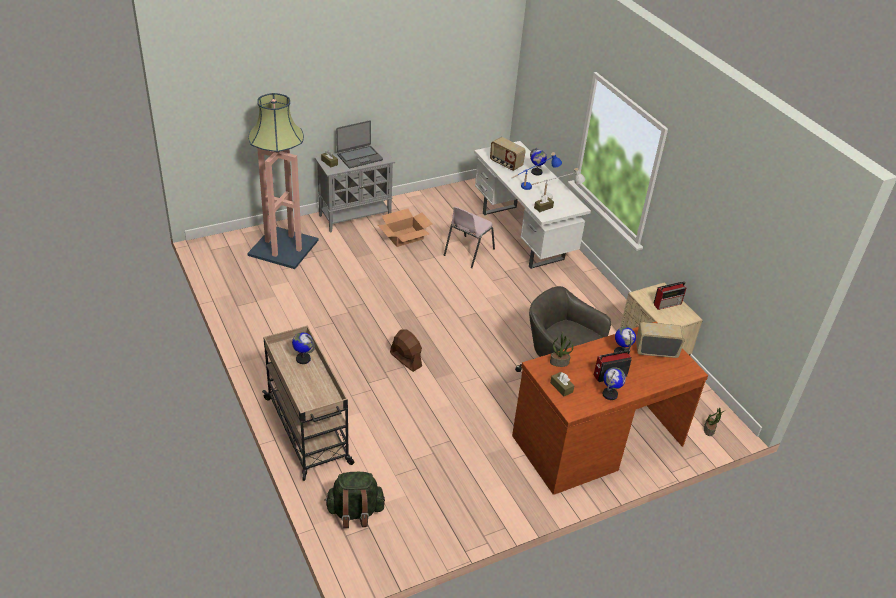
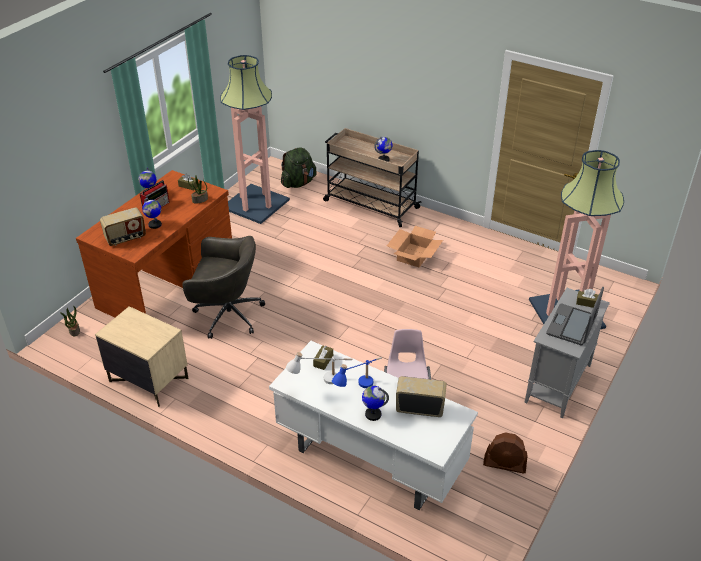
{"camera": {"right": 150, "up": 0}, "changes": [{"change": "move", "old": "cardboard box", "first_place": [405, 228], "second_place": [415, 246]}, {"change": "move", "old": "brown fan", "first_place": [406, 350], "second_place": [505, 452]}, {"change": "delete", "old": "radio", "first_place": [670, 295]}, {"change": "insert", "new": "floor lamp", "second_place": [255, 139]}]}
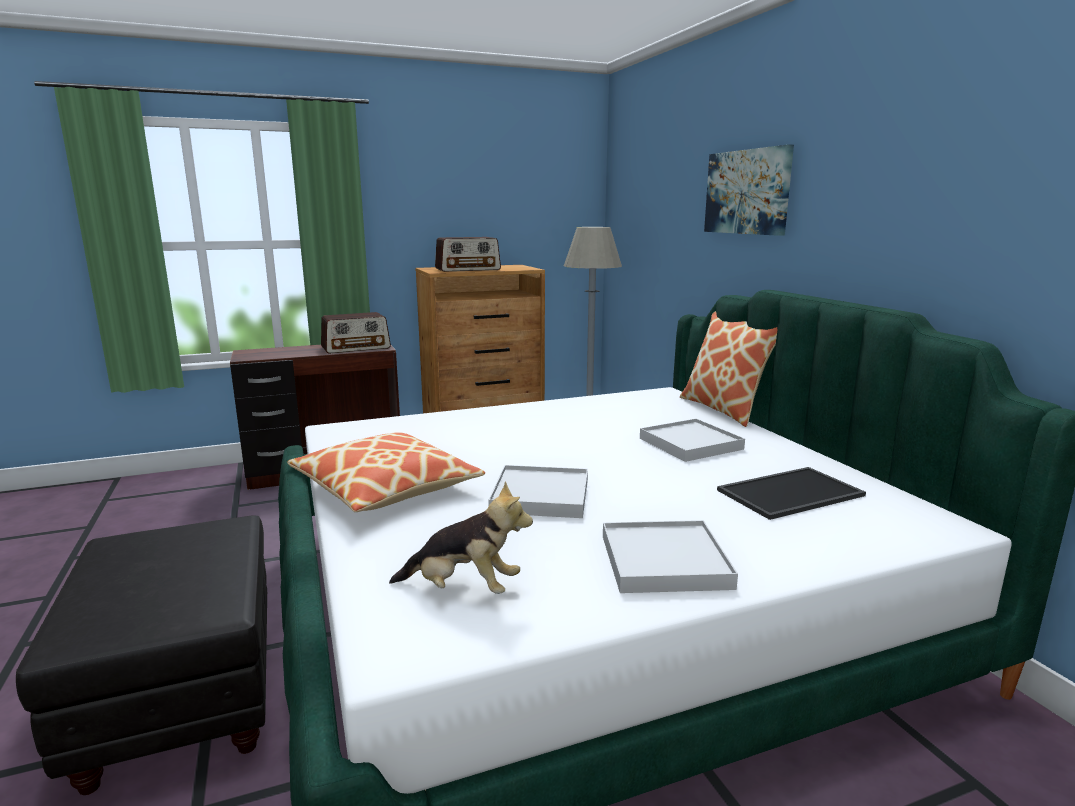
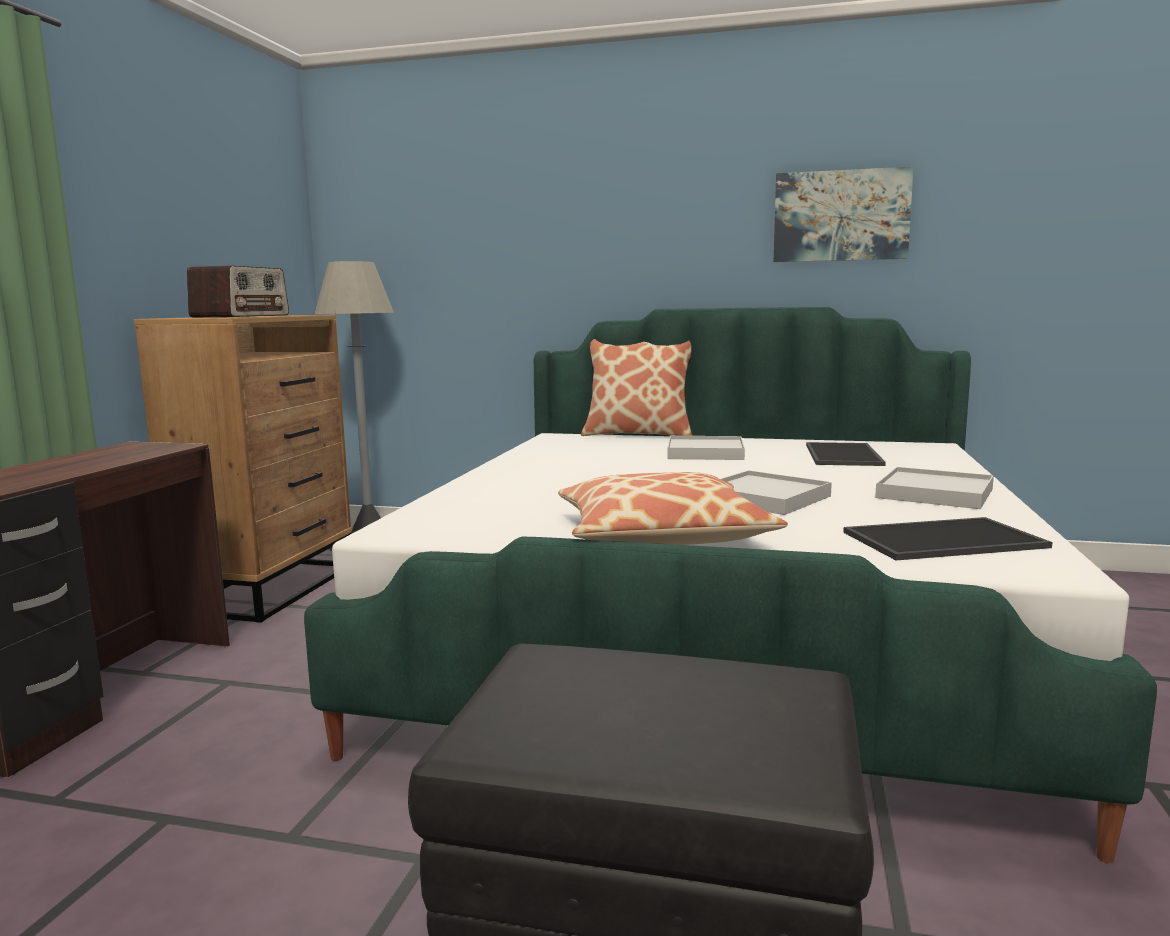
{"camera": {"right": -55, "up": -5}, "changes": [{"change": "delete", "old": "radio", "first_place": [356, 333]}, {"change": "replace", "old": "plush toy", "new": "tray", "first_place": [461, 538], "second_place": [947, 538]}, {"change": "move", "old": "picture", "first_place": [749, 190], "second_place": [844, 214]}]}
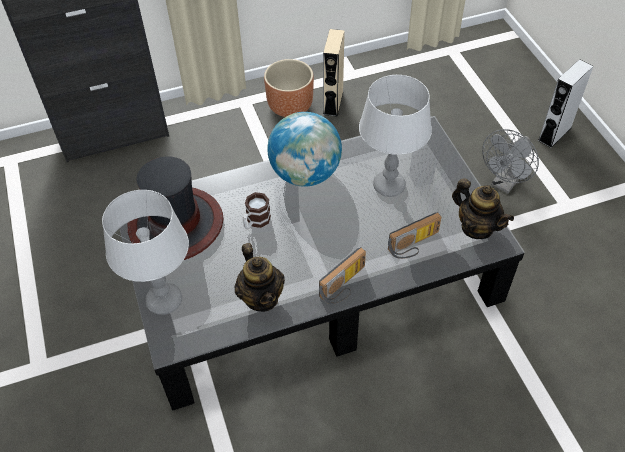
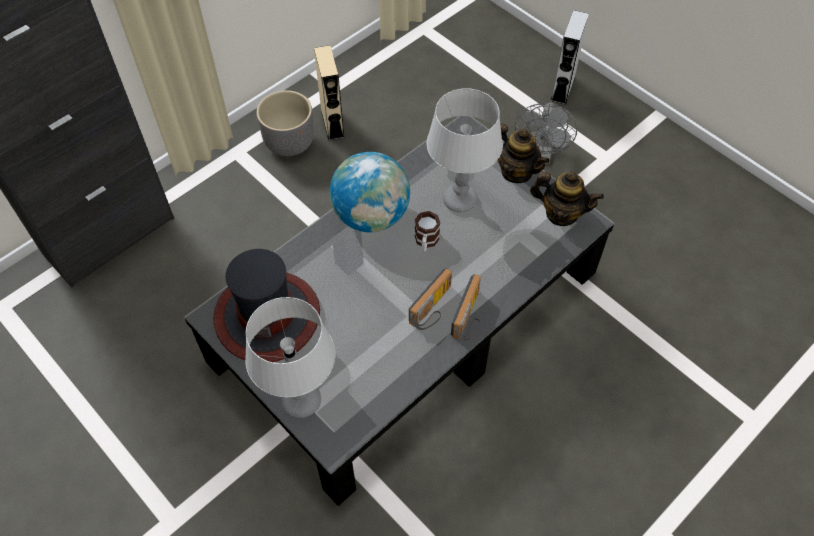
{"camera": {"right": -25, "up": 5}, "changes": [{"change": "move", "old": "teapot", "first_place": [260, 277], "second_place": [524, 153]}, {"change": "move", "old": "mug", "first_place": [257, 210], "second_place": [427, 231]}, {"change": "recolor", "old": "brown planter", "new": "grey planter", "first_place": [289, 88], "second_place": [285, 123]}, {"change": "move", "old": "radio", "first_place": [415, 235], "second_place": [430, 299]}]}
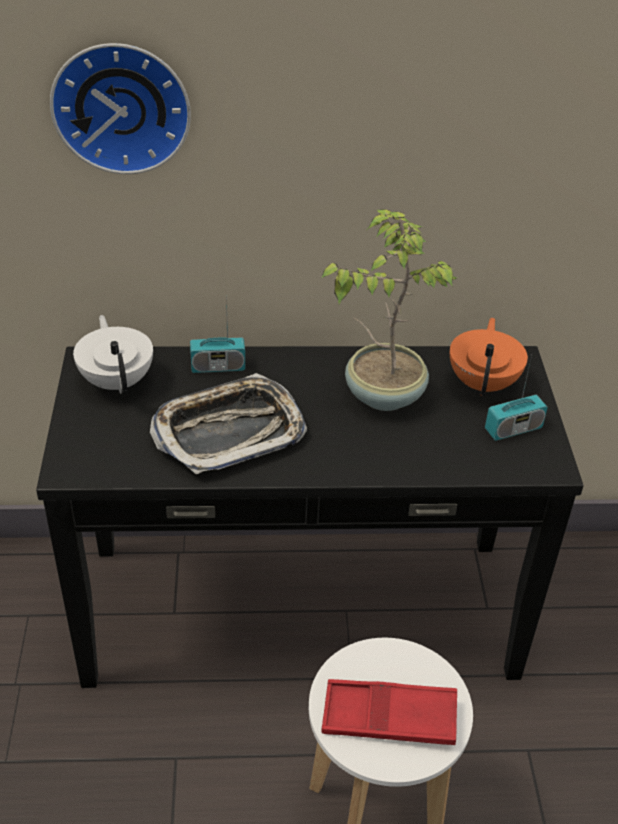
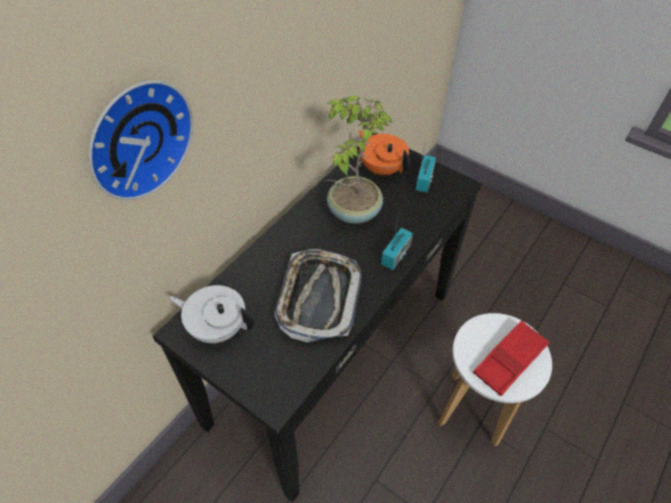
{"camera": {"right": -50, "up": 10}, "changes": [{"change": "move", "old": "radio", "first_place": [217, 334], "second_place": [397, 240]}]}
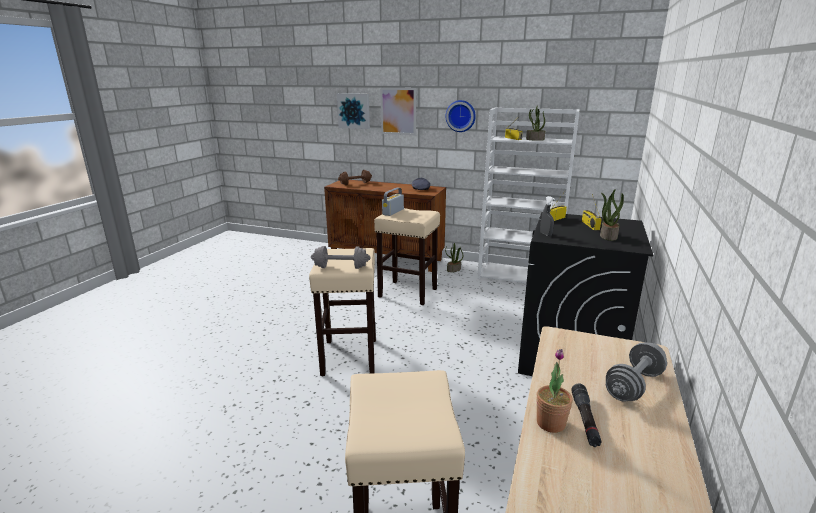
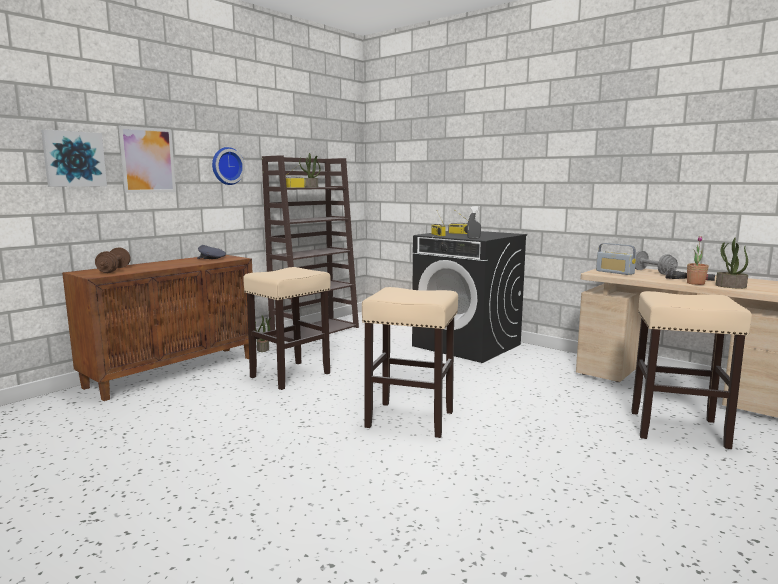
{"camera": {"right": -70, "up": -10}, "changes": [{"change": "delete", "old": "grey dumbbell", "first_place": [341, 257]}, {"change": "move", "old": "radio", "first_place": [393, 202], "second_place": [616, 259]}, {"change": "recolor", "old": "white bookcase", "new": "brown bookcase", "first_place": [528, 195], "second_place": [310, 248]}, {"change": "move", "old": "potted plant", "first_place": [612, 215], "second_place": [732, 263]}]}
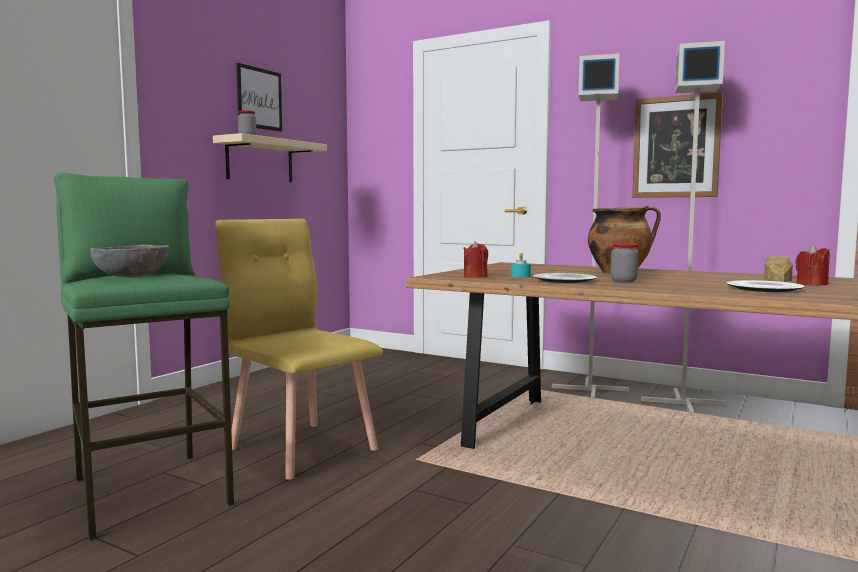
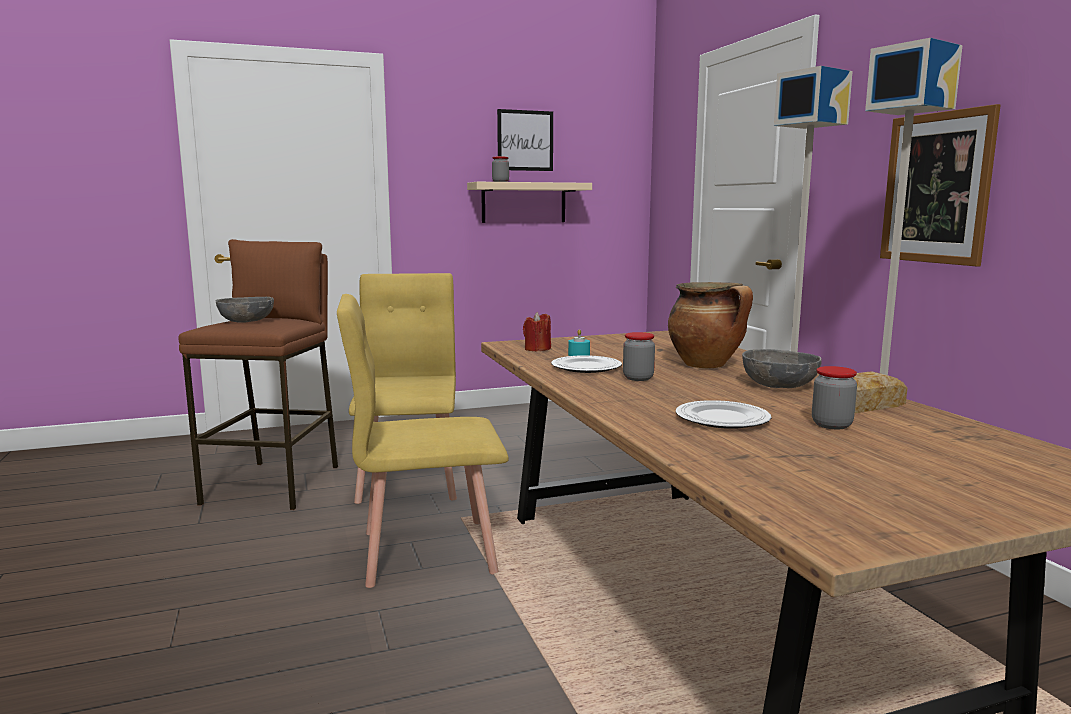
{"camera": {"right": 40, "up": 5}, "changes": [{"change": "recolor", "old": "green stool", "new": "brown stool", "first_place": [144, 357], "second_place": [258, 374]}, {"change": "replace", "old": "red candle", "new": "jar", "first_place": [812, 265], "second_place": [834, 397]}, {"change": "insert", "new": "yellow chair", "second_place": [423, 441]}, {"change": "insert", "new": "grey bowl", "second_place": [782, 368]}]}
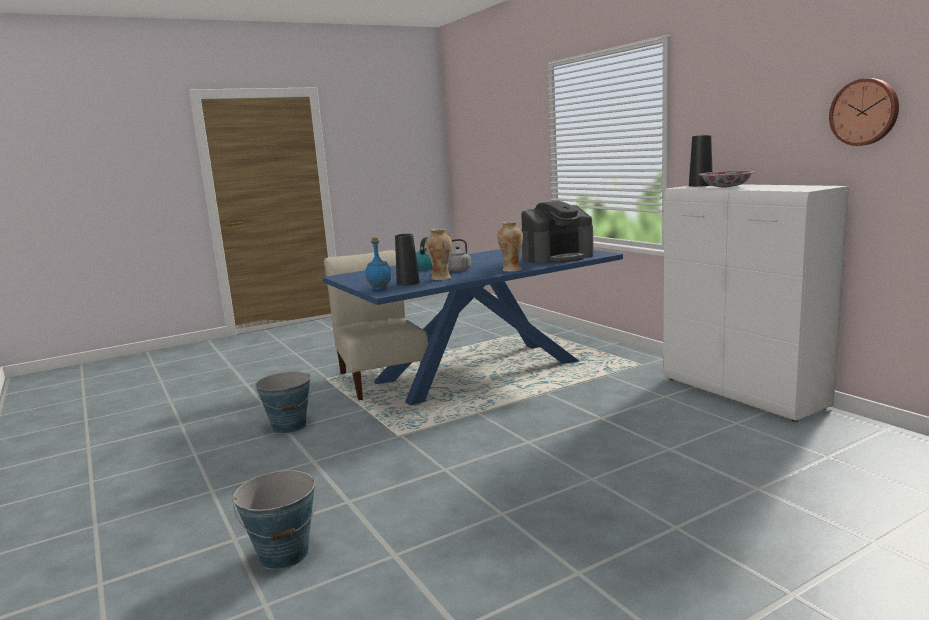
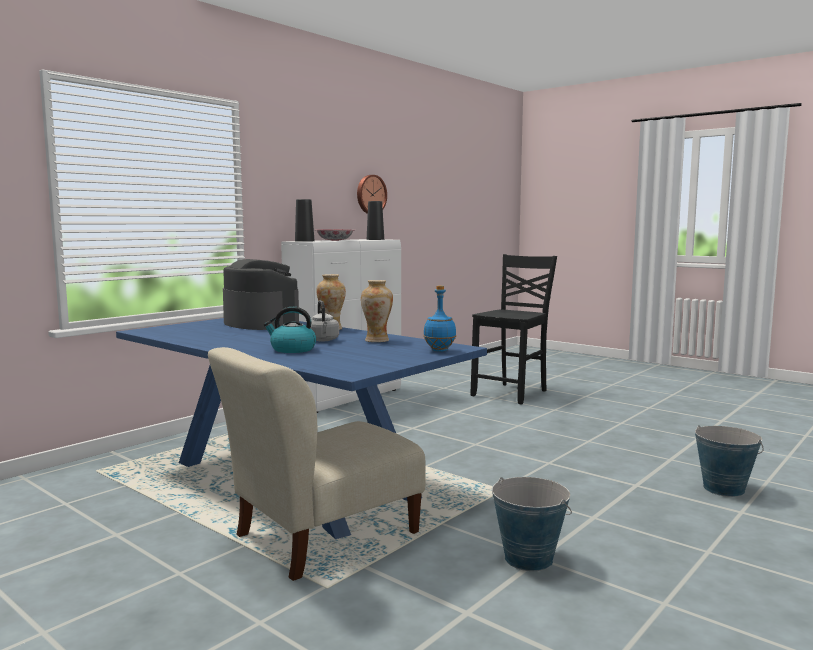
{"camera": {"right": -110, "up": -5}, "changes": [{"change": "move", "old": "black vase", "first_place": [407, 260], "second_place": [375, 220]}, {"change": "insert", "new": "black chair", "second_place": [514, 329]}]}
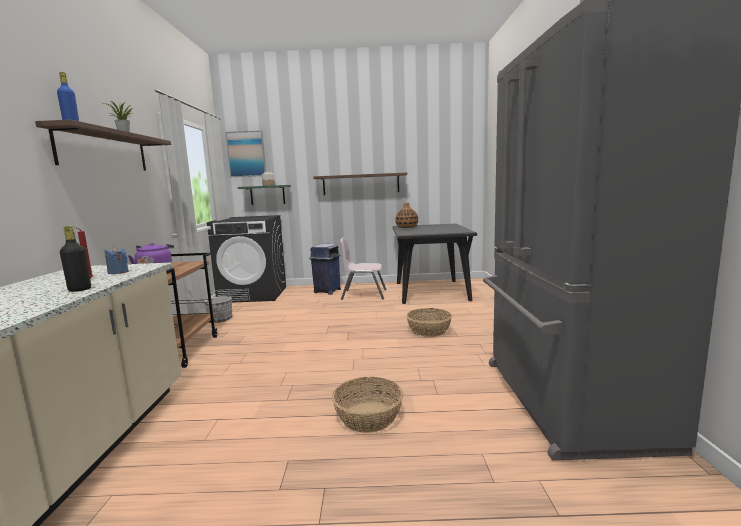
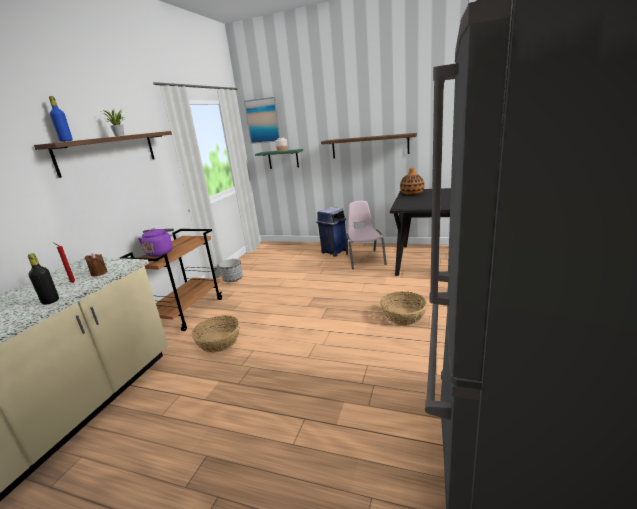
{"camera": {"right": 20, "up": 10}, "changes": [{"change": "recolor", "old": "blue candle", "new": "brown candle", "first_place": [117, 260], "second_place": [96, 264]}, {"change": "delete", "old": "black washing machine", "first_place": [246, 259]}, {"change": "move", "old": "basket", "first_place": [367, 405], "second_place": [215, 334]}, {"change": "rotate", "old": "pink chair", "first_place": [363, 268], "second_place": [366, 235], "degrees": 60}]}
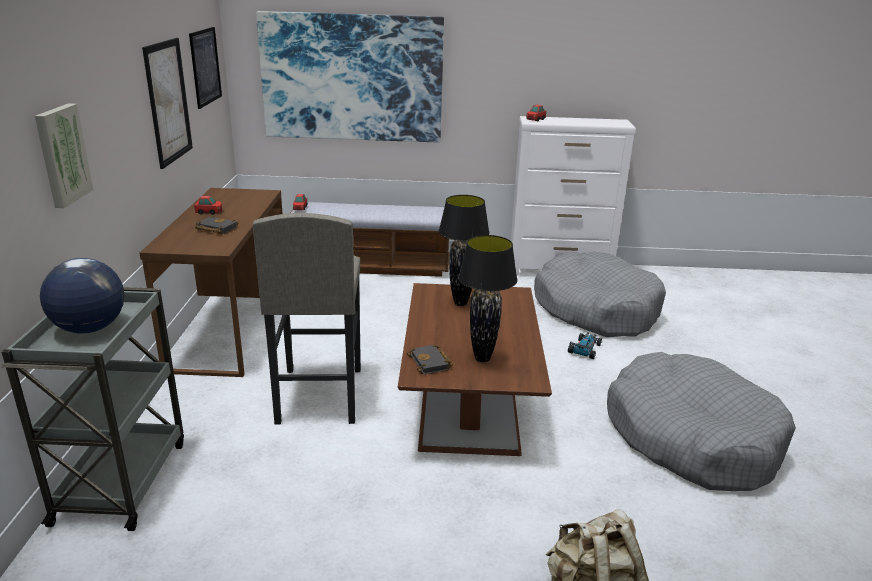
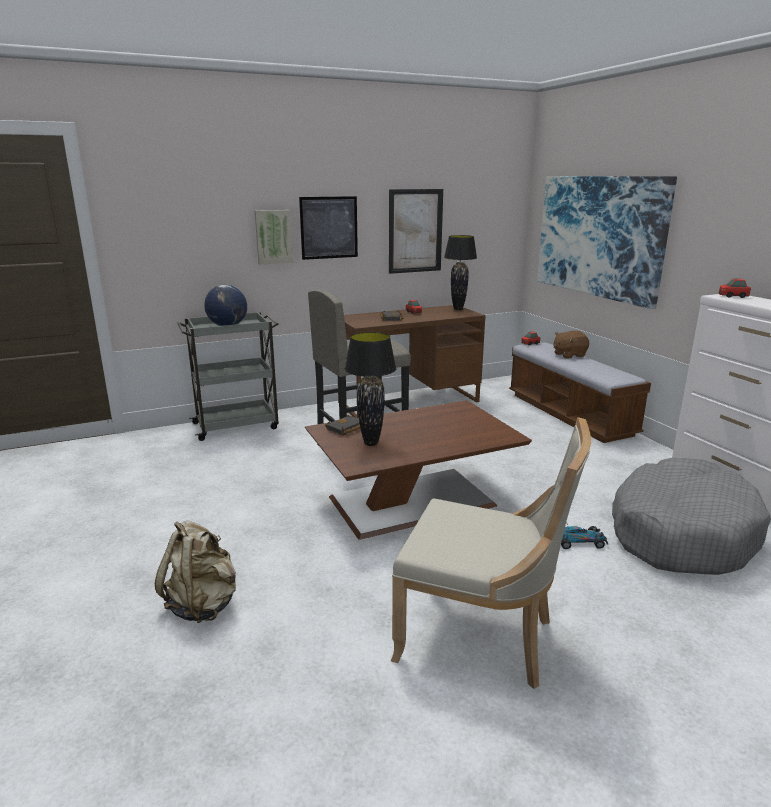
{"camera": {"right": 65, "up": -5}, "changes": [{"change": "move", "old": "picture", "first_place": [205, 68], "second_place": [328, 228]}, {"change": "move", "old": "black table lamp", "first_place": [464, 250], "second_place": [460, 272]}, {"change": "replace", "old": "grey dog bed", "new": "beige chair", "first_place": [701, 421], "second_place": [491, 553]}, {"change": "insert", "new": "brown plush toy", "second_place": [571, 345]}]}
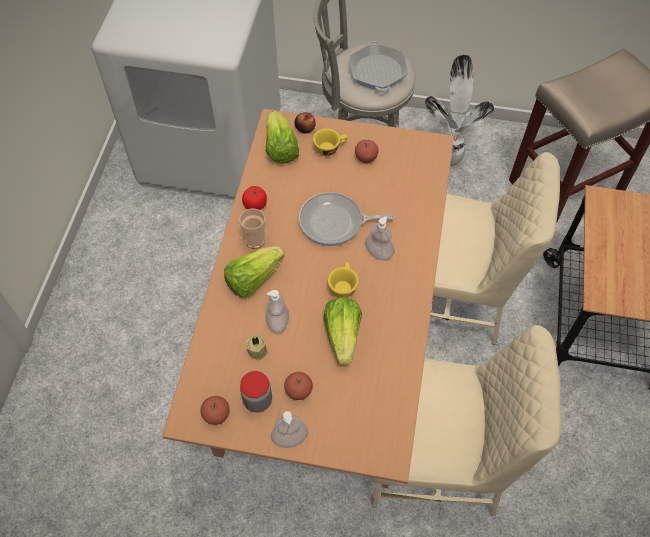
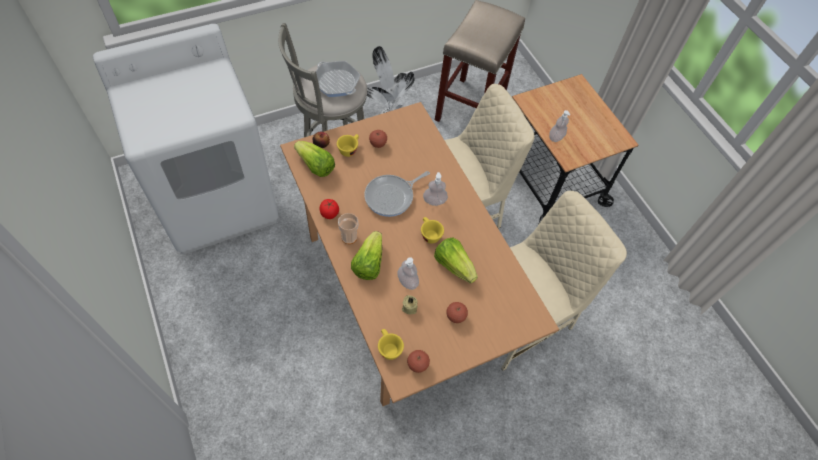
{"camera": {"right": -40, "up": 0}, "changes": [{"change": "delete", "old": "jar", "first_place": [256, 392]}, {"change": "move", "old": "soap dispenser", "first_place": [289, 429], "second_place": [559, 126]}, {"change": "insert", "new": "yellow cup", "second_place": [391, 344]}]}
